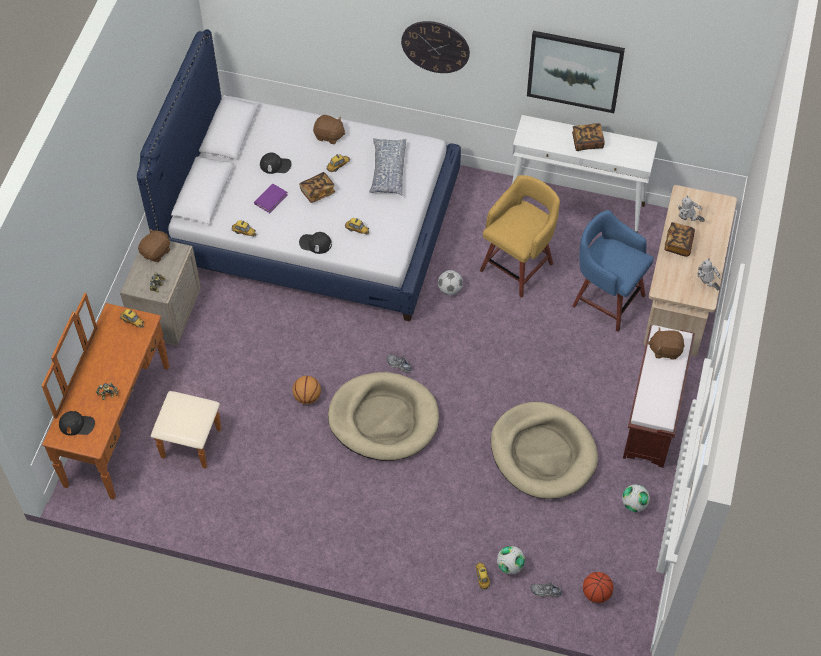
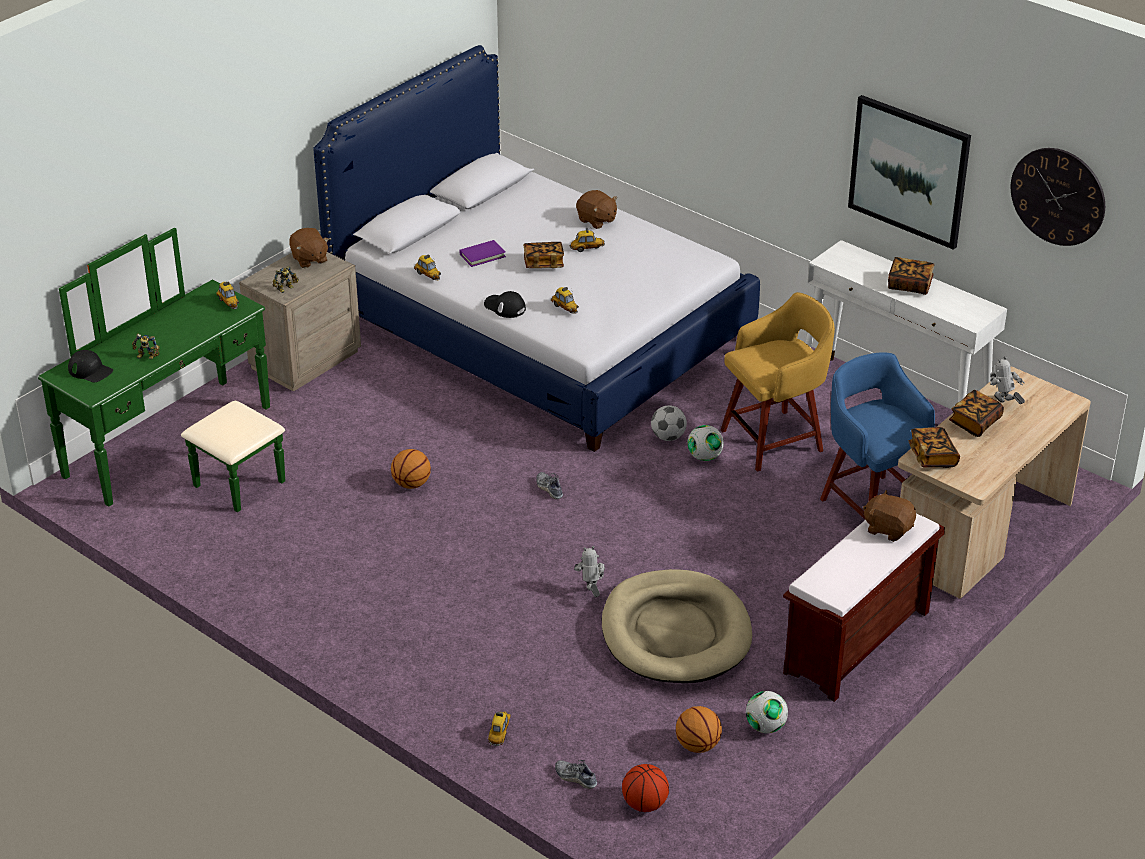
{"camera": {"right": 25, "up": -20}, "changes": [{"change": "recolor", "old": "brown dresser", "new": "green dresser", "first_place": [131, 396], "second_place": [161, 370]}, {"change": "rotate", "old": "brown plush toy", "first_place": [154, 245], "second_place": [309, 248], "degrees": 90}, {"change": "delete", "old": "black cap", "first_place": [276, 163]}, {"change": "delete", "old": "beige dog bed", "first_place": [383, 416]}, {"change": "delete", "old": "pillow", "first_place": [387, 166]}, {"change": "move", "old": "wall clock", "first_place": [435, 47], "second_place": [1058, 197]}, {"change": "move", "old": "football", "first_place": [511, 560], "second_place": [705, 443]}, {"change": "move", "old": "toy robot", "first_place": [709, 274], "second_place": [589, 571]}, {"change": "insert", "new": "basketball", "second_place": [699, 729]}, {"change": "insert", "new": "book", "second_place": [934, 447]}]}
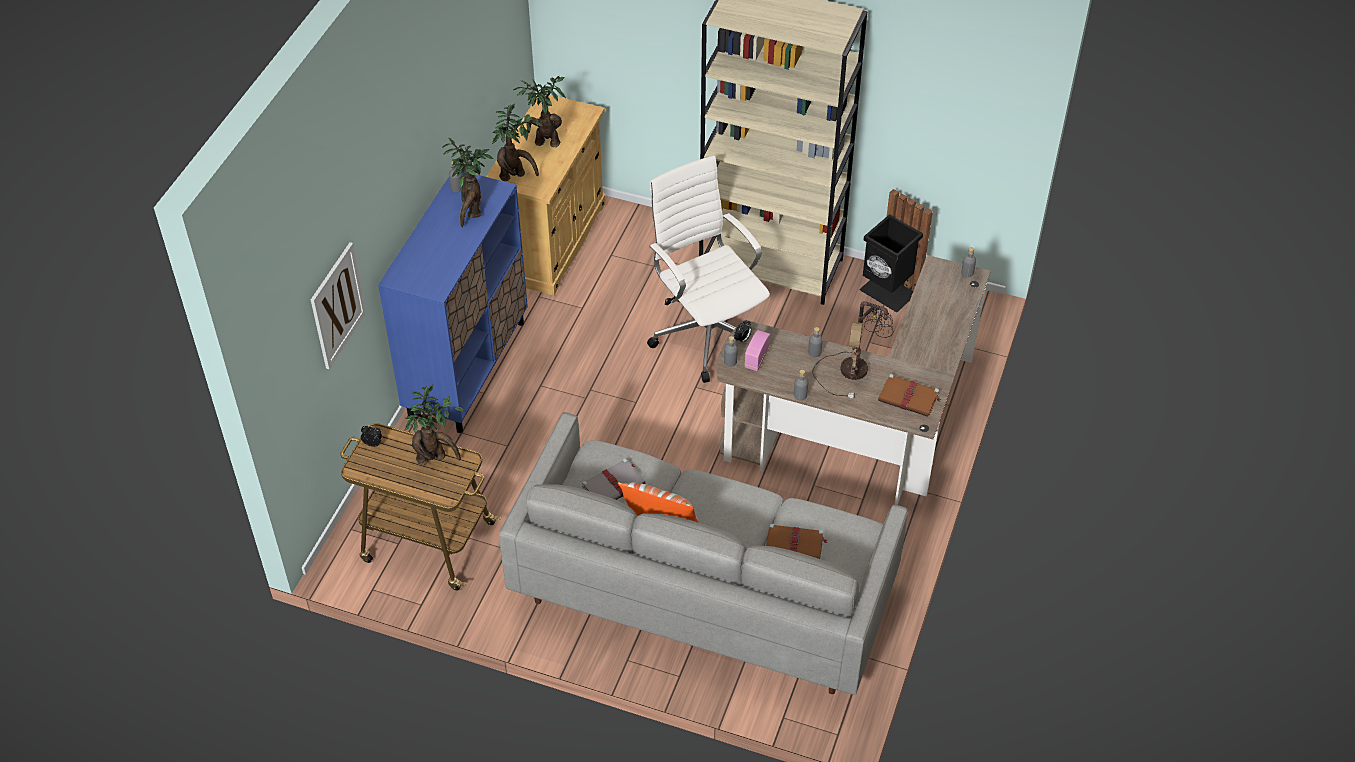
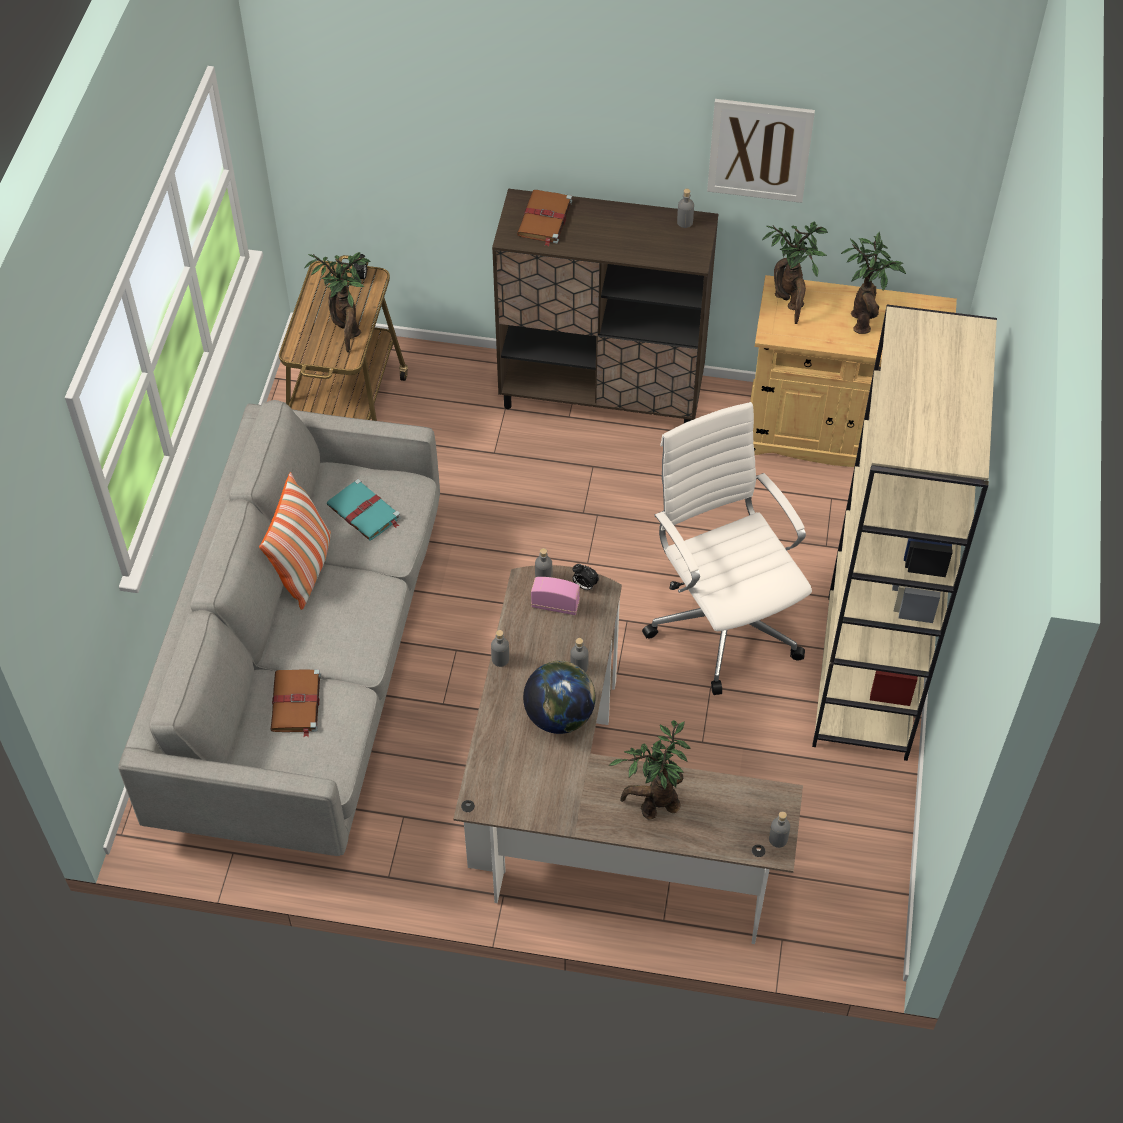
{"camera": {"right": 80, "up": 5}, "changes": [{"change": "move", "old": "picture", "first_place": [338, 305], "second_place": [761, 151]}, {"change": "recolor", "old": "blue cabinet", "new": "brown cabinet", "first_place": [453, 302], "second_place": [605, 306]}, {"change": "move", "old": "potted plant", "first_place": [467, 182], "second_place": [650, 770]}, {"change": "recolor", "old": "grey book", "new": "turquoise book", "first_place": [613, 479], "second_place": [364, 510]}, {"change": "rotate", "old": "white office chair", "first_place": [708, 269], "second_place": [727, 548], "degrees": -75}, {"change": "replace", "old": "table lamp", "new": "globe", "first_place": [852, 350], "second_place": [559, 697]}, {"change": "delete", "old": "black trash can", "first_place": [896, 250]}, {"change": "move", "old": "brown book", "first_place": [910, 395], "second_place": [544, 218]}]}
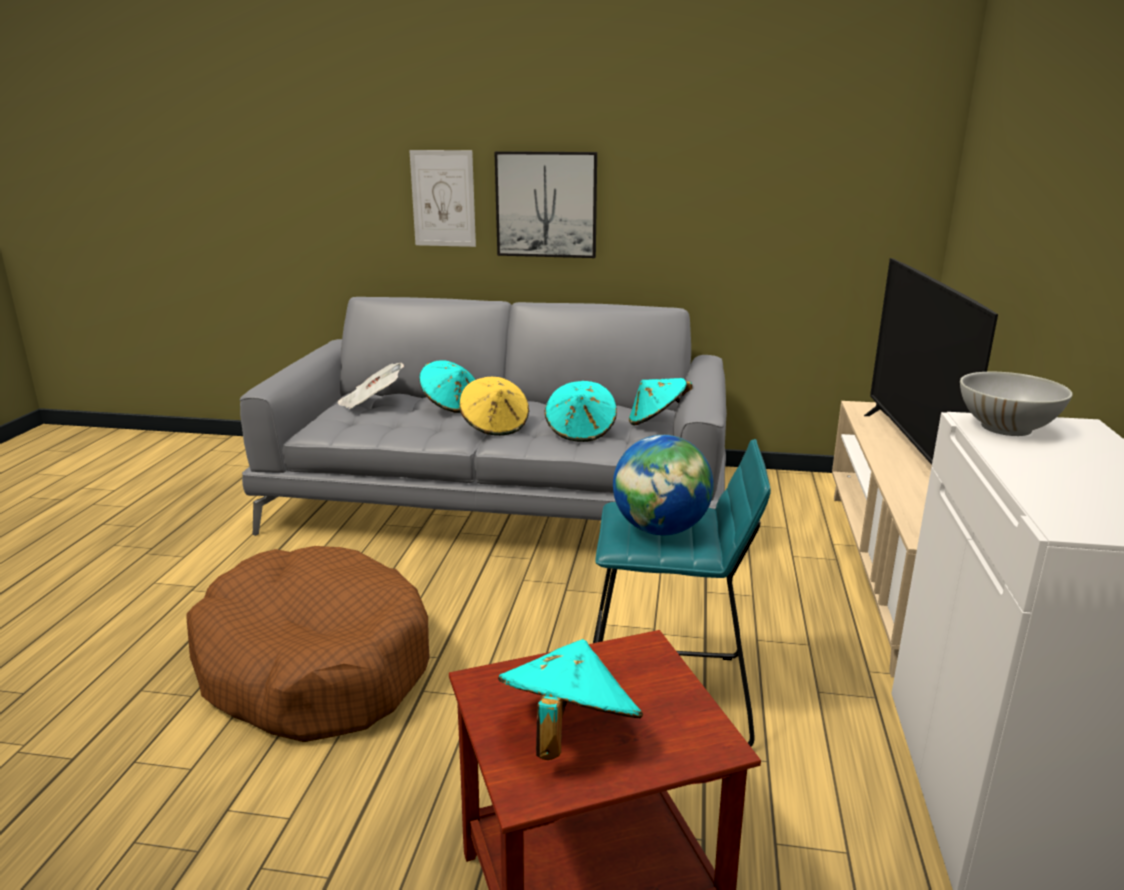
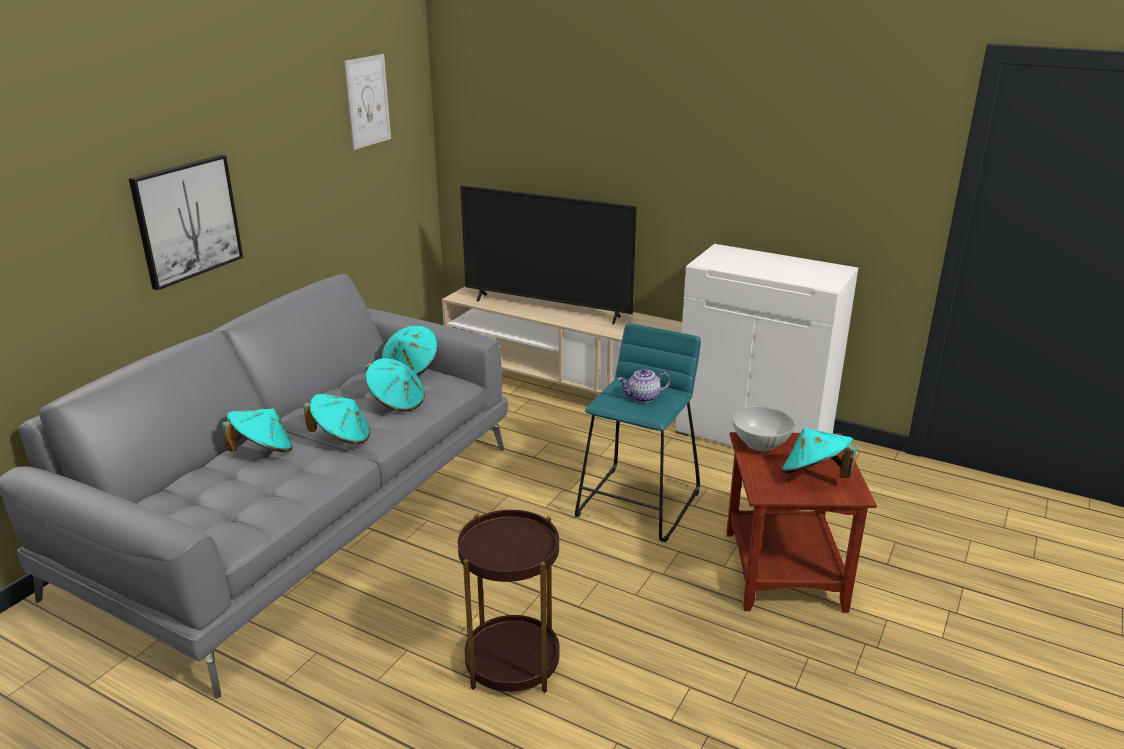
{"camera": {"right": -70, "up": 5}, "changes": [{"change": "replace", "old": "brown dog bed", "new": "brown side table", "first_place": [308, 644], "second_place": [508, 601]}, {"change": "delete", "old": "newspaper", "first_place": [370, 386]}, {"change": "move", "old": "picture", "first_place": [442, 198], "second_place": [367, 102]}, {"change": "recolor", "old": "yellow hat", "new": "turquoise hat", "first_place": [494, 406], "second_place": [337, 419]}, {"change": "replace", "old": "globe", "new": "teapot", "first_place": [663, 485], "second_place": [644, 385]}, {"change": "move", "old": "white bowl", "first_place": [1016, 404], "second_place": [763, 429]}]}
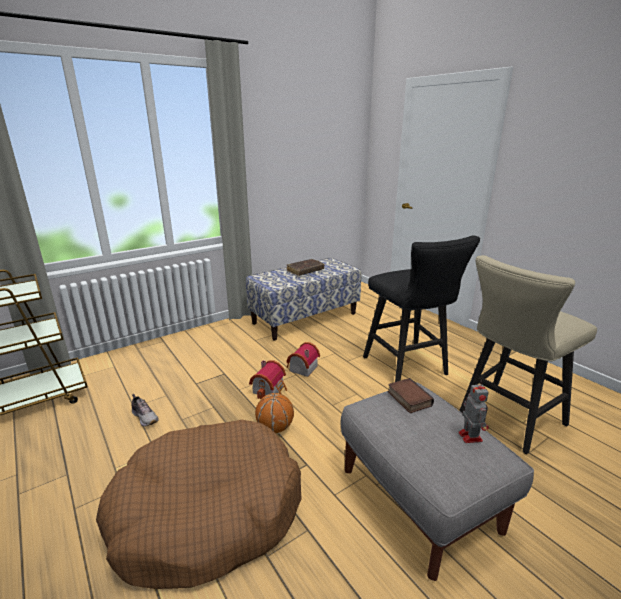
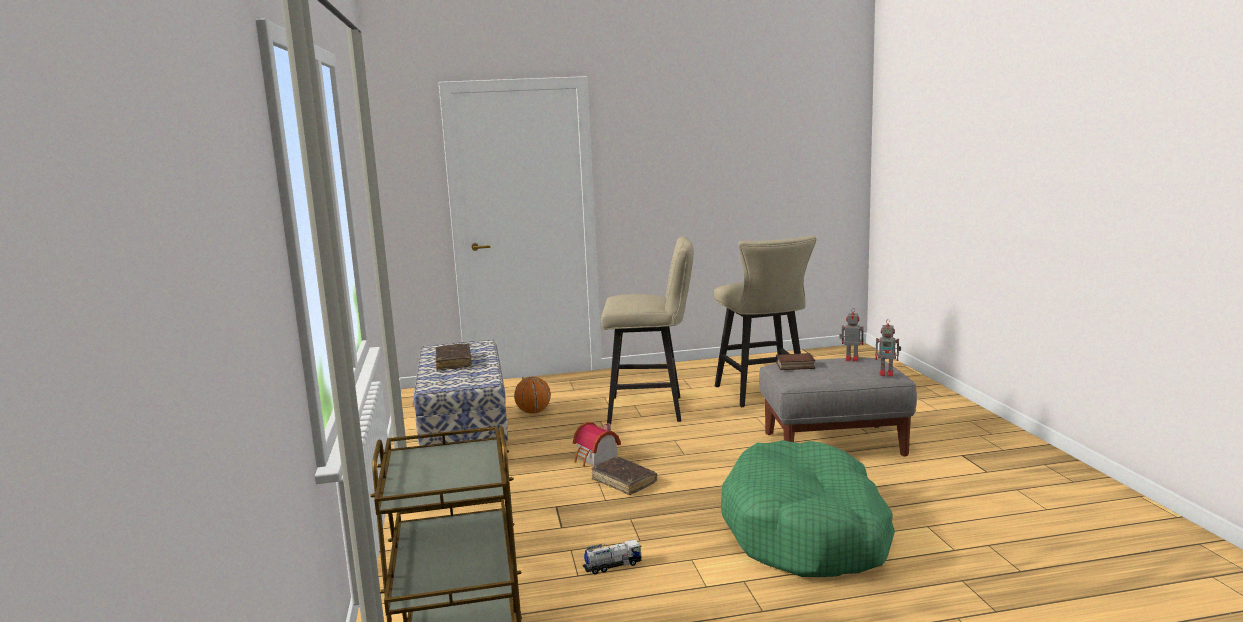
{"camera": {"right": -65, "up": -10}, "changes": [{"change": "recolor", "old": "brown dog bed", "new": "green dog bed", "first_place": [199, 504], "second_place": [808, 508]}, {"change": "replace", "old": "shoe", "new": "toy truck", "first_place": [145, 410], "second_place": [612, 557]}, {"change": "replace", "old": "toy house", "new": "brown book", "first_place": [268, 379], "second_place": [624, 476]}, {"change": "move", "old": "basketball", "first_place": [274, 413], "second_place": [532, 395]}, {"change": "recolor", "old": "black stool", "new": "beige stool", "first_place": [421, 308], "second_place": [647, 330]}, {"change": "insert", "new": "toy robot", "second_place": [888, 347]}]}
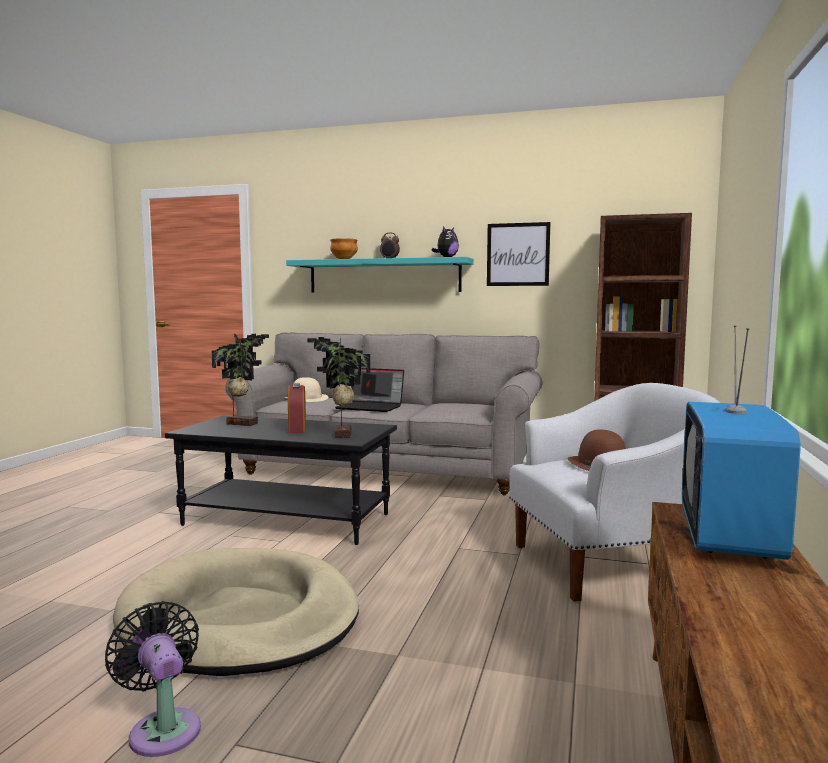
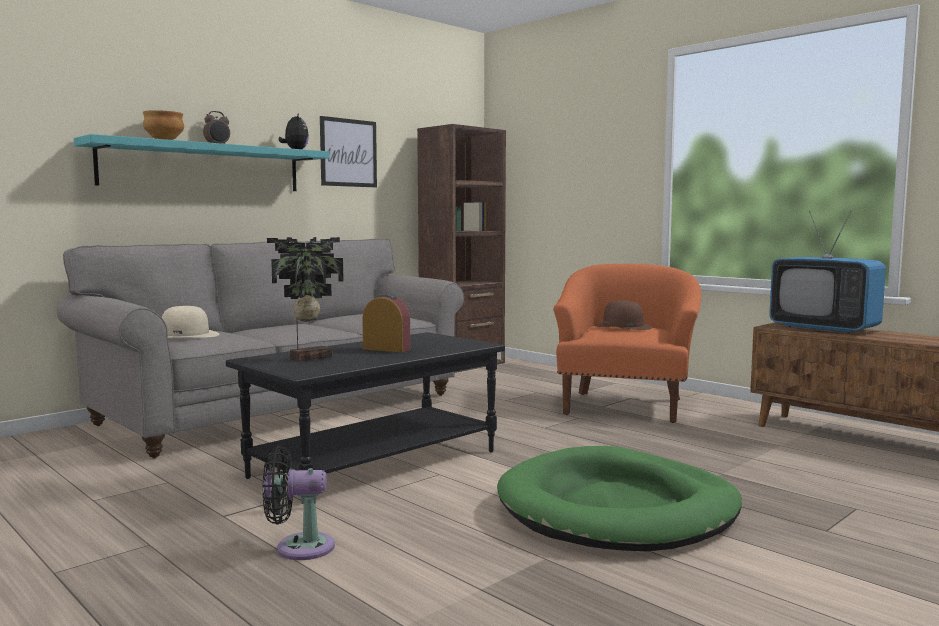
{"camera": {"right": -60, "up": 0}, "changes": [{"change": "move", "old": "black fan", "first_place": [153, 679], "second_place": [299, 503]}, {"change": "recolor", "old": "beige dog bed", "new": "green dog bed", "first_place": [236, 612], "second_place": [619, 498]}, {"change": "delete", "old": "potted plant", "first_place": [338, 387]}, {"change": "delete", "old": "laptop", "first_place": [369, 390]}, {"change": "recolor", "old": "white armchair", "new": "orange armchair", "first_place": [614, 492], "second_place": [627, 343]}]}
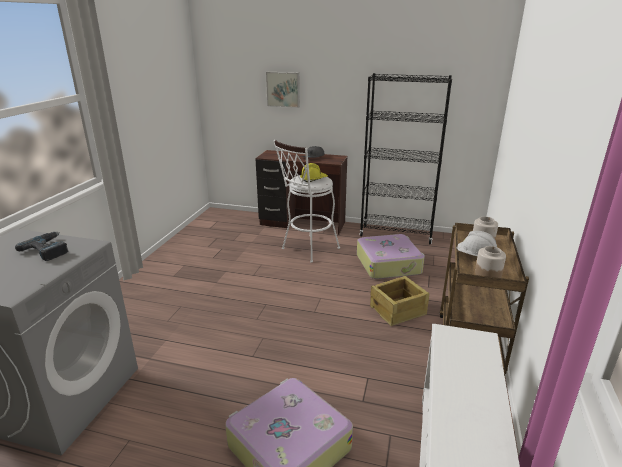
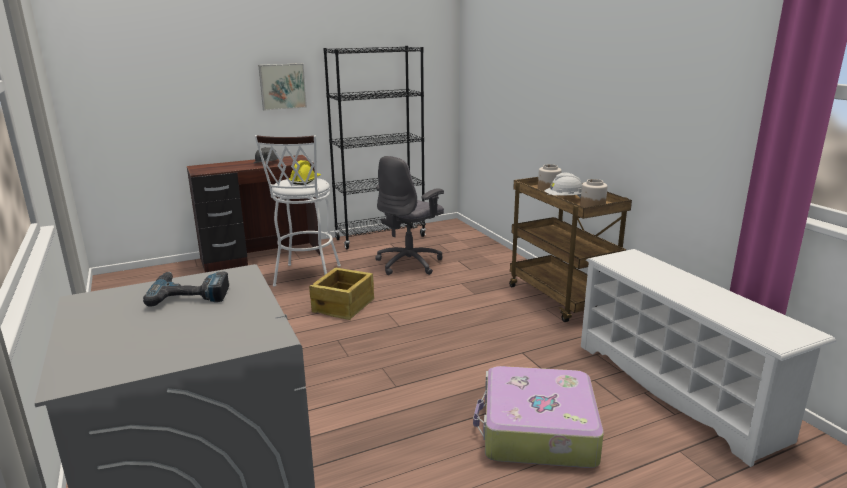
{"camera": {"right": -40, "up": -5}, "changes": [{"change": "move", "old": "picture", "first_place": [283, 90], "second_place": [282, 86]}, {"change": "replace", "old": "suitcase", "new": "grey office chair", "first_place": [391, 256], "second_place": [409, 215]}, {"change": "move", "old": "crate", "first_place": [399, 301], "second_place": [341, 294]}]}
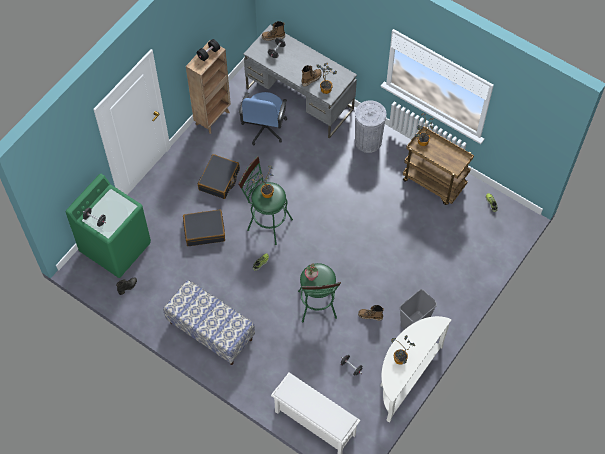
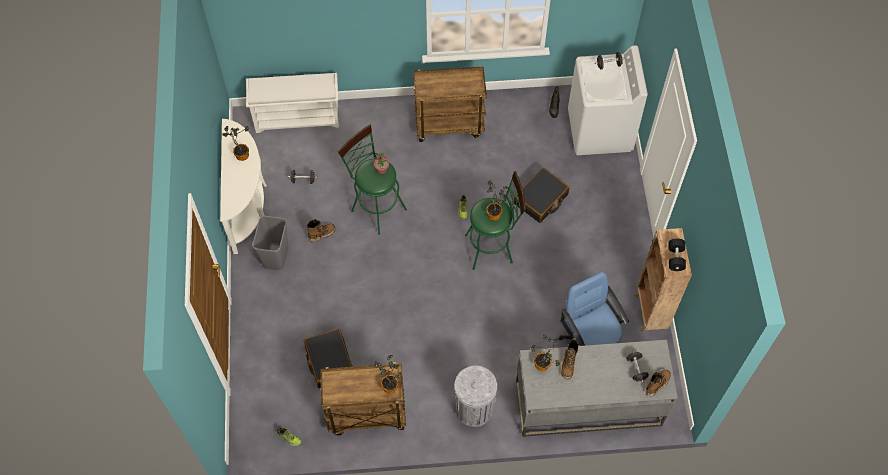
{"camera": {"right": 140, "up": 0}, "changes": [{"change": "recolor", "old": "green washing machine", "new": "white washing machine", "first_place": [108, 226], "second_place": [608, 100]}, {"change": "replace", "old": "bench", "new": "brown cart", "first_place": [209, 322], "second_place": [450, 104]}, {"change": "move", "old": "black suitcase", "first_place": [219, 176], "second_place": [328, 358]}]}
